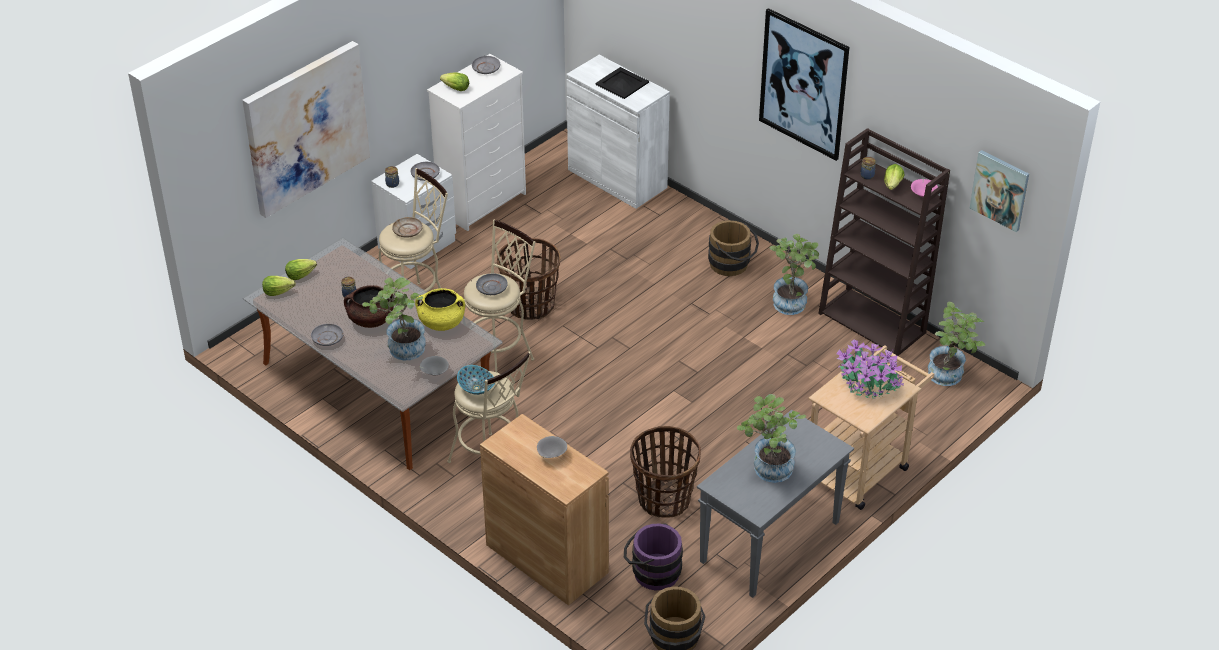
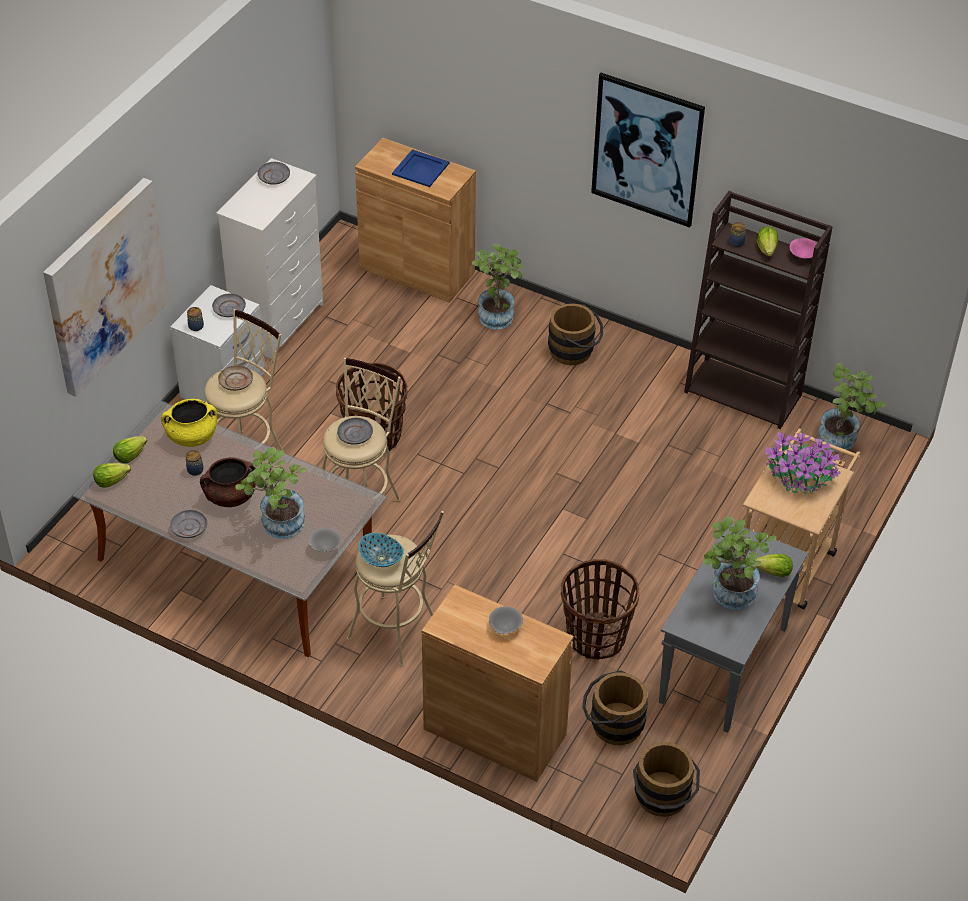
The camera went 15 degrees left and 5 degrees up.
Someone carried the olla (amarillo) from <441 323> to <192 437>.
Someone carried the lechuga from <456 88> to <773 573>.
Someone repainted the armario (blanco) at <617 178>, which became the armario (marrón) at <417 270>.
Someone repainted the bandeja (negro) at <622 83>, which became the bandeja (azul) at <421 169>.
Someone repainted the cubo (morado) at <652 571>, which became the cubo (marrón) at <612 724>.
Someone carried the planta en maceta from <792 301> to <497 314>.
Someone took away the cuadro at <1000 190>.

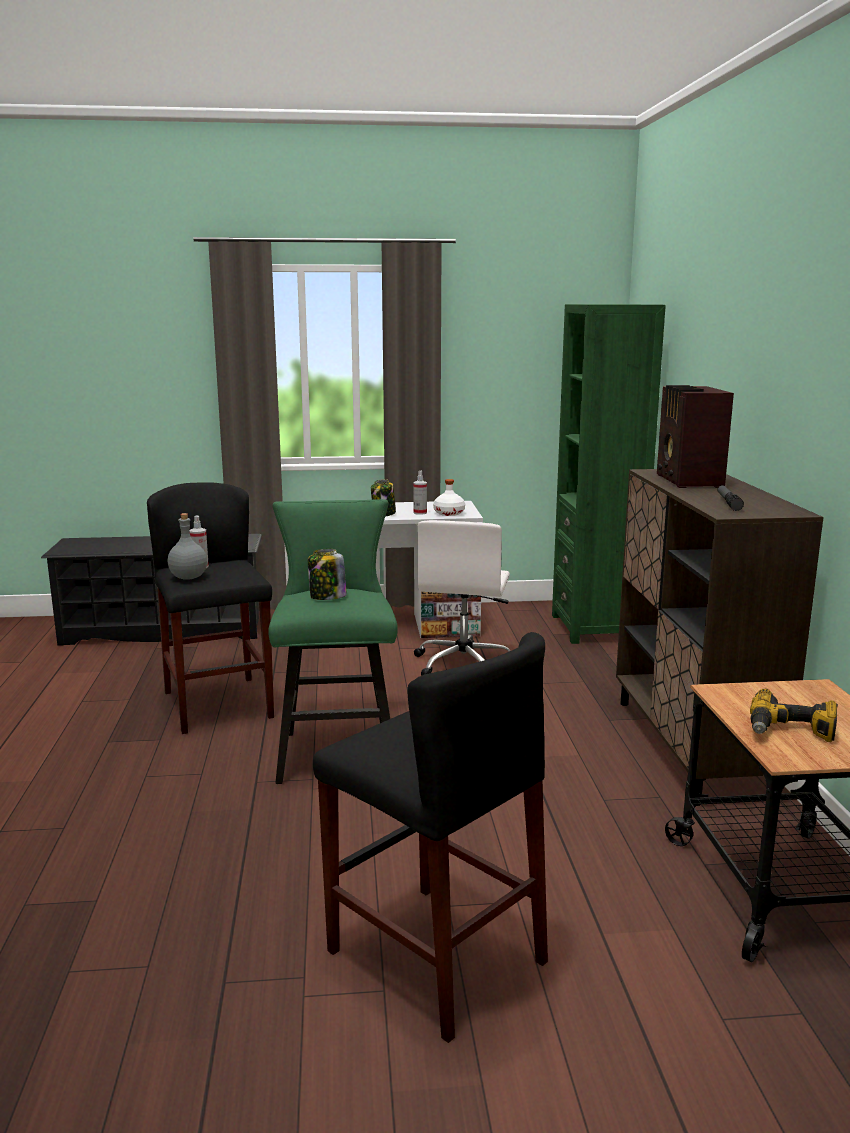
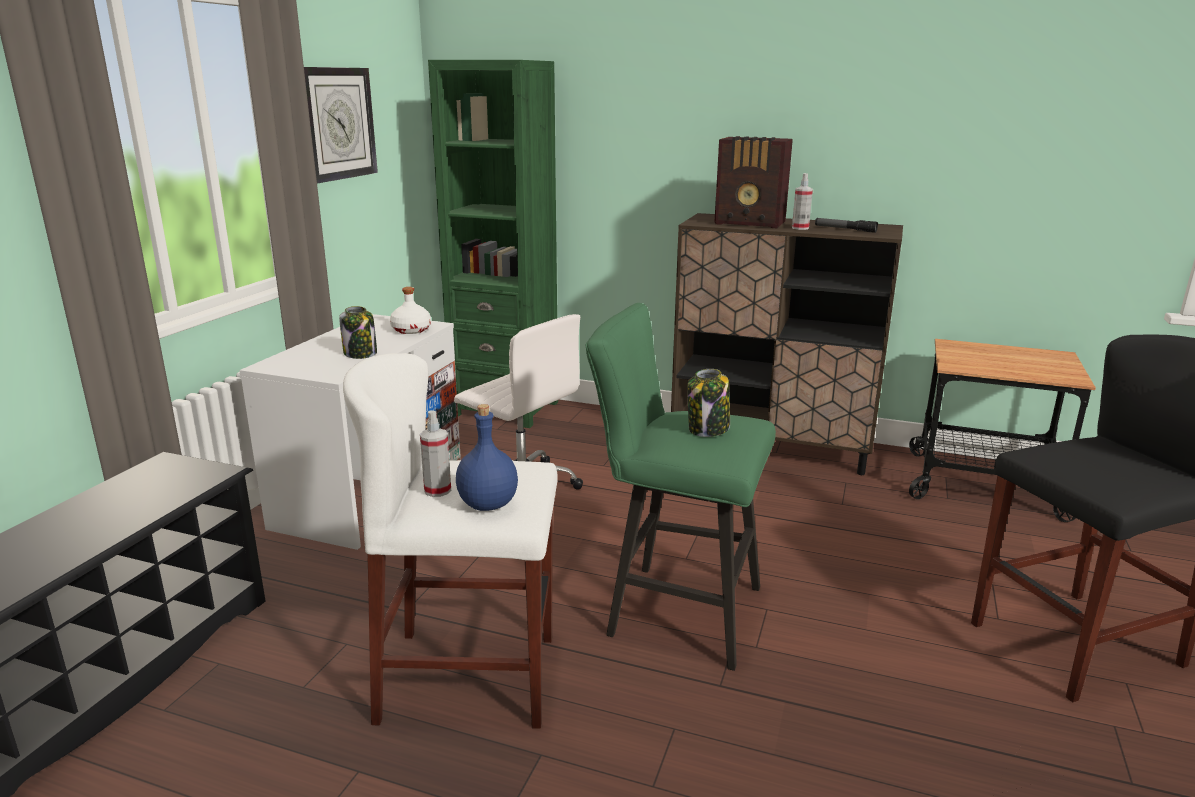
The camera went 65 degrees left and 5 degrees up.
Someone repainted the taburete (negro) at <218 704>, which became the taburete (blanco) at <469 678>.
Someone repainted the botella (gris) at <189 577>, which became the botella (azul) at <488 504>.
Someone carried the pulverizador from <420 513> to <800 228>.
Someone took away the taladro at <790 731>.
Someone put up the reloj de pared at <337 123>.

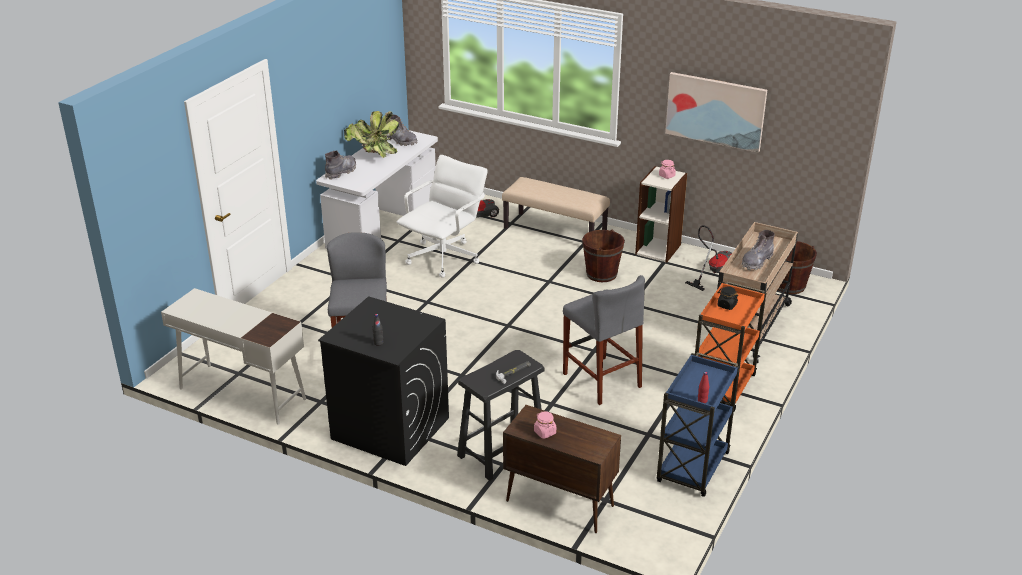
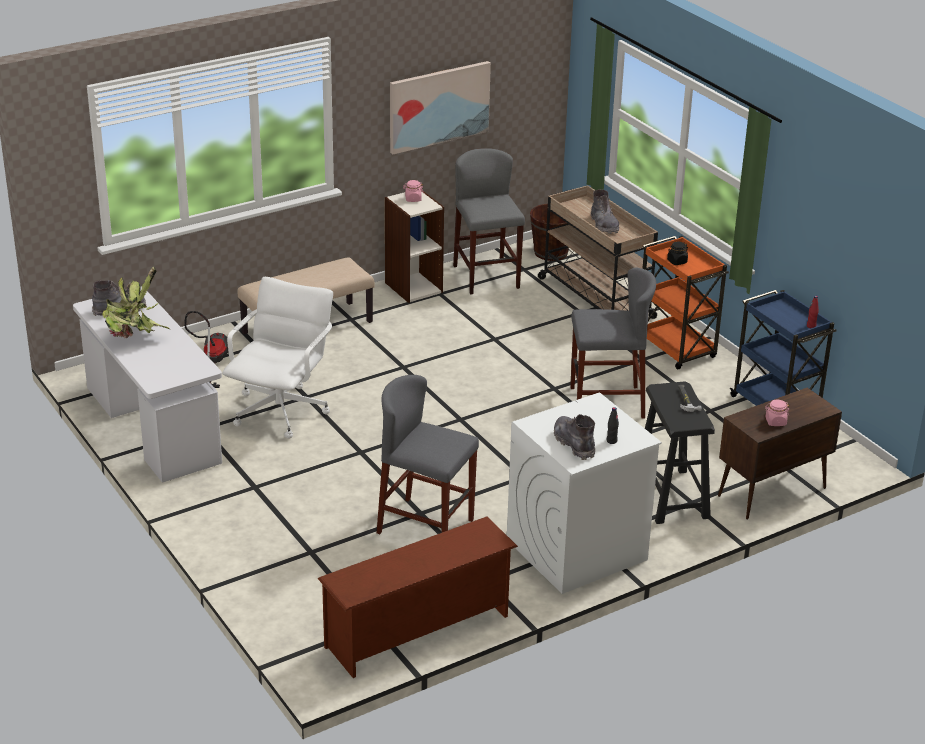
The camera went 60 degrees left and 0 degrees up.
Someone swapped the escritorio (blanco) at <241 393> for the zapatero (marrón) at <418 632>.
Someone repainted the lavadora (negro) at <389 428>, which became the lavadora (blanco) at <576 550>.
Someone carried the bota (gris) from <341 172> to <574 444>.
Someone rotated the silla de oficina (blanco) at <444 258> by 45 degrees clockwise.
Someone took away the cubo (marrón) at <601 274>.
Someone swapped the aspiradora at <713 271> for the taburete (gris) at <486 277>.

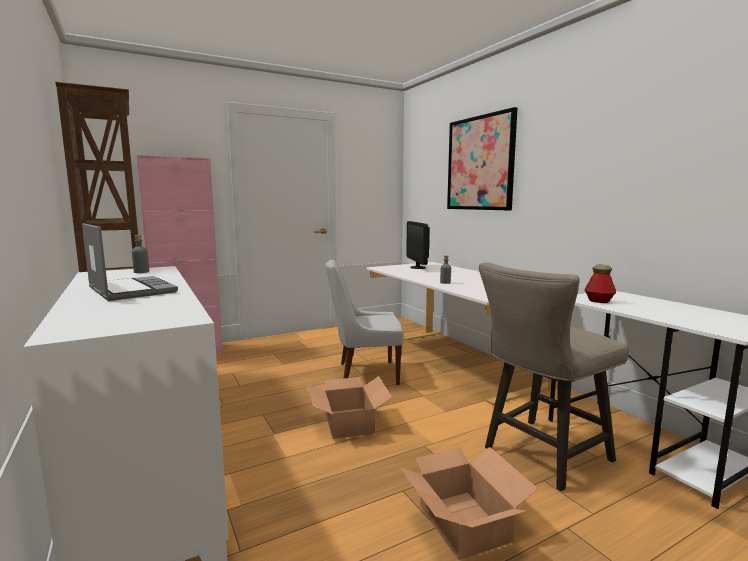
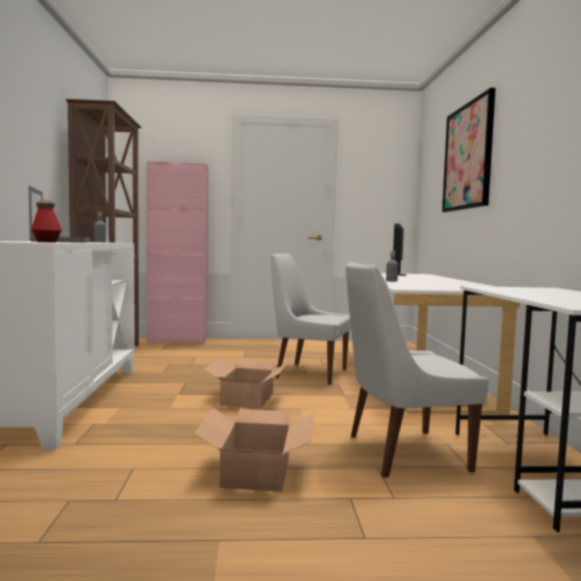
The camera went 25 degrees right and 5 degrees down.
Someone swapped the taburete (beis) at <540 456> for the silla (blanco) at <402 453>.
Someone carried the botella from <599 301> to <46 242>.

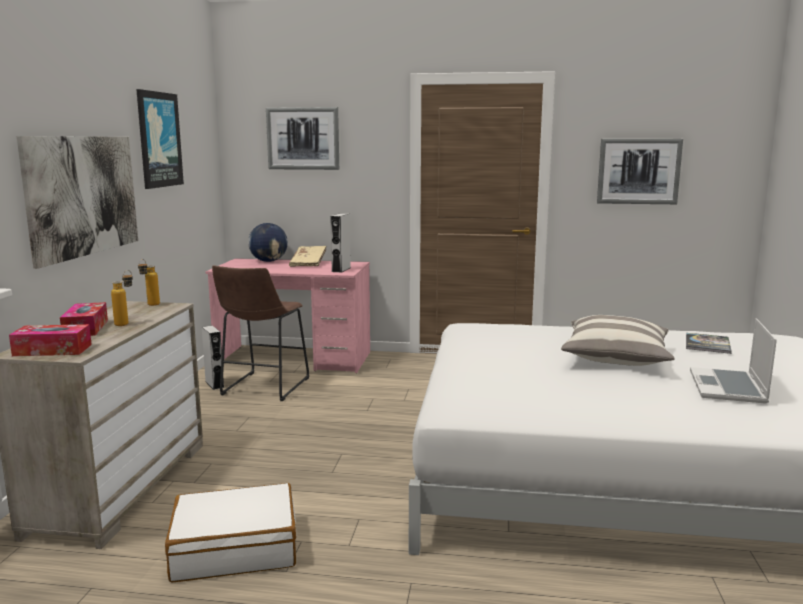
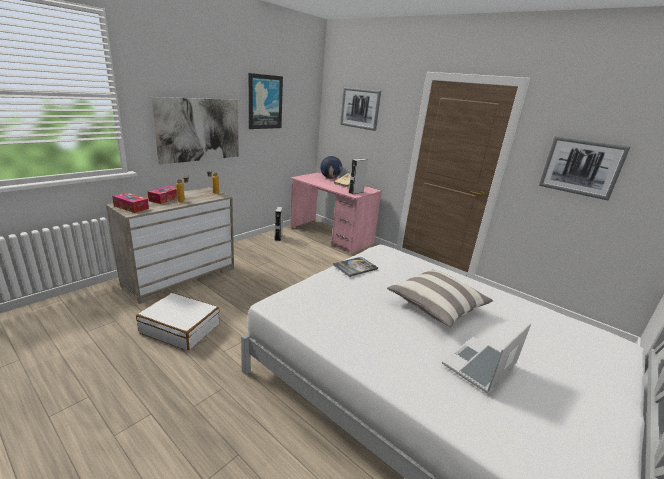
The camera went 30 degrees right and 10 degrees up.
Someone took away the taburete (marrón) at <263 388>.
Someone carried the libro from <707 344> to <355 267>.

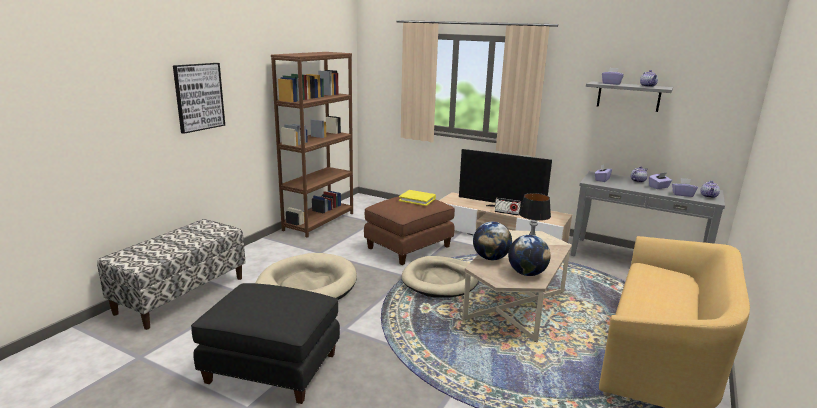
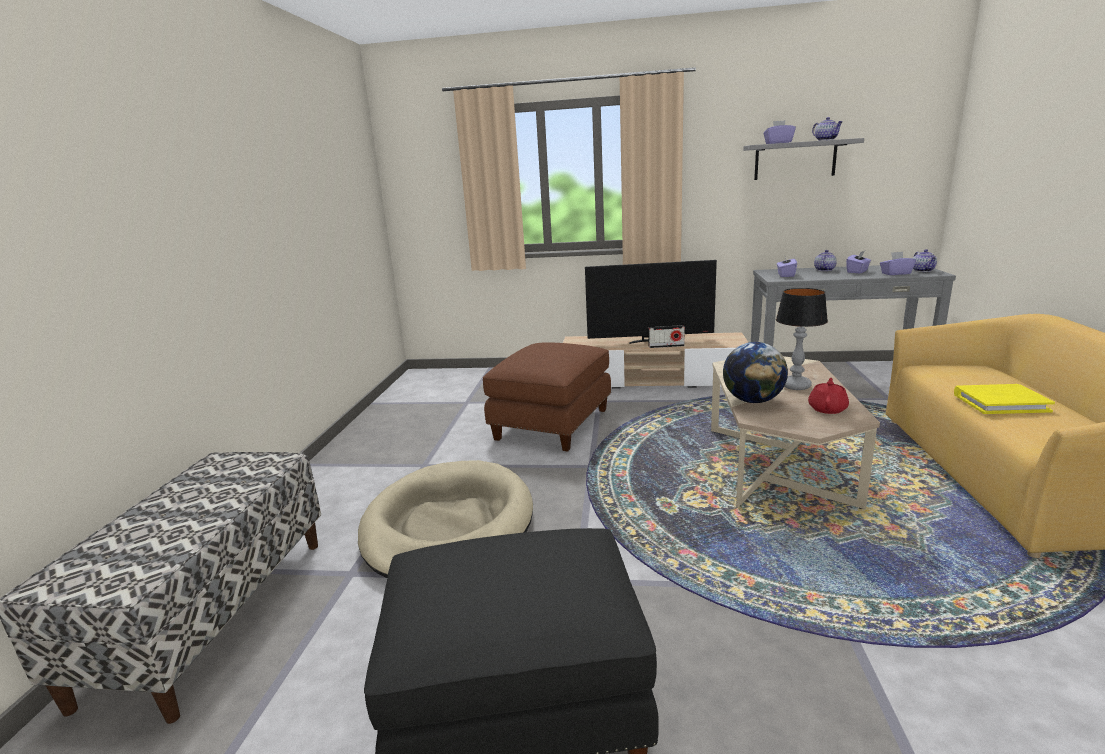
The camera went 20 degrees left and 0 degrees up.
Someone took away the cuadro at <199 97>.
Someone took away the estantería (marrón) at <319 221>.
Someone carried the libro (amarillo) from <417 199> to <1000 402>.
Someone took away the cama para perro (beis) at <440 280>.
Someone swapped the globo terráqueo at <527 273> for the tetera (rojo) at <827 408>.

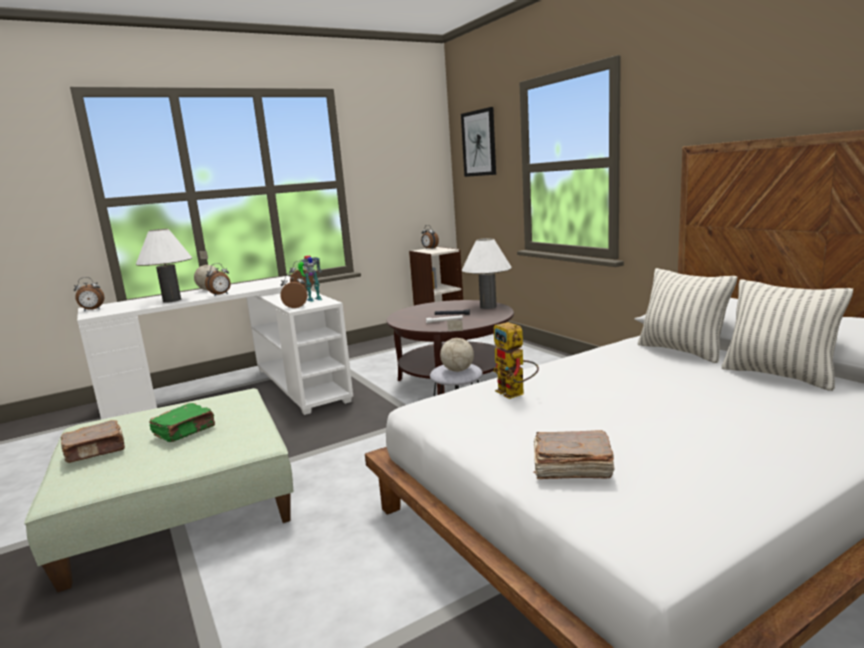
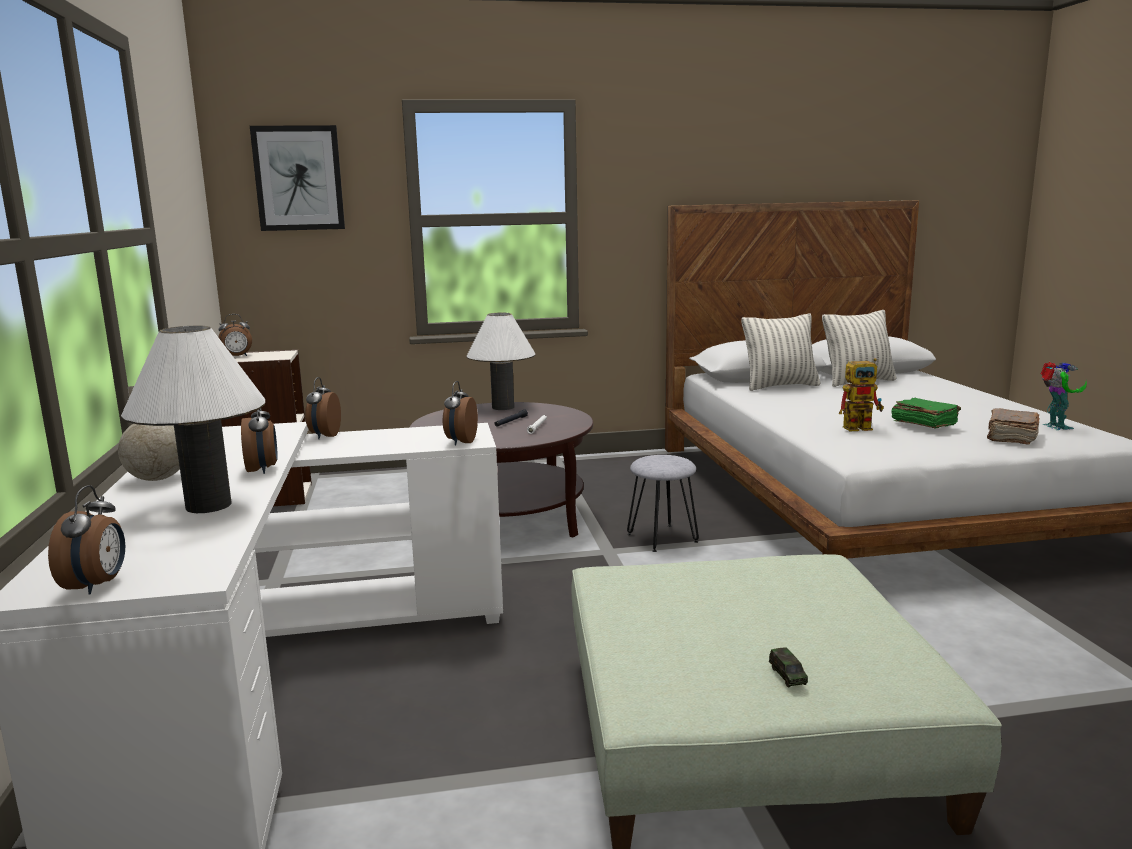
The camera went 70 degrees left and 0 degrees up.
Someone swapped the libro (marrón) at <96 451> for the coche de juguete at <787 675>.
Someone carried the libro (verde) from <185 431> to <923 423>.
Someone carried the robot de juguete from <313 299> to <1056 427>.
Someone took away the globo terráqueo at <457 370>.

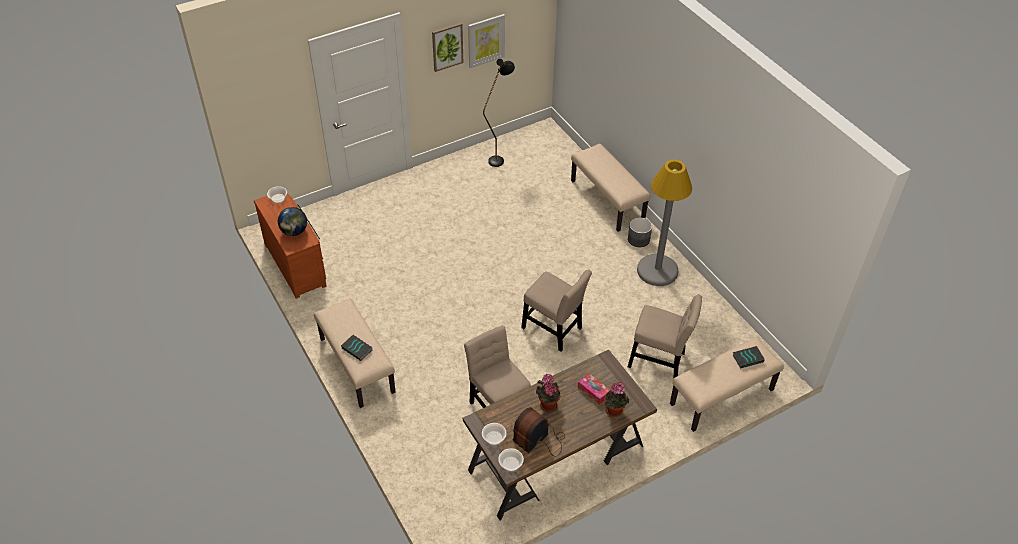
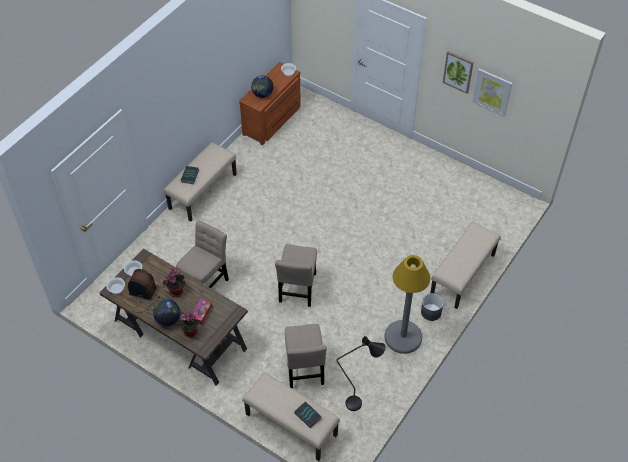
The camera went 65 degrees right and 5 degrees up.
Someone carried the lámpara de pie (negro) from <499 158> to <360 404>.
Someone put down the globo terráqueo at <168 320>.

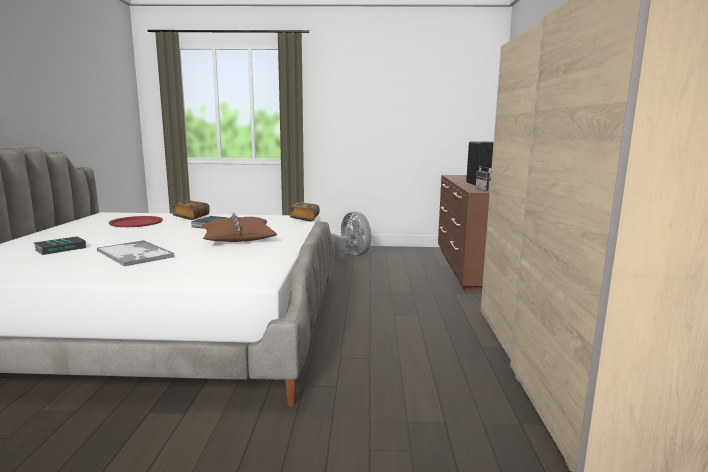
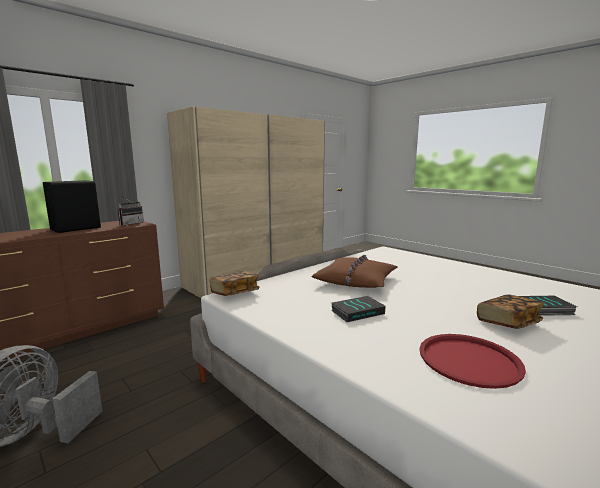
The camera went 135 degrees left and 0 degrees up.
Someone took away the bandeja at <135 254>.
Someone carried the libro from <191 217> to <508 323>.

